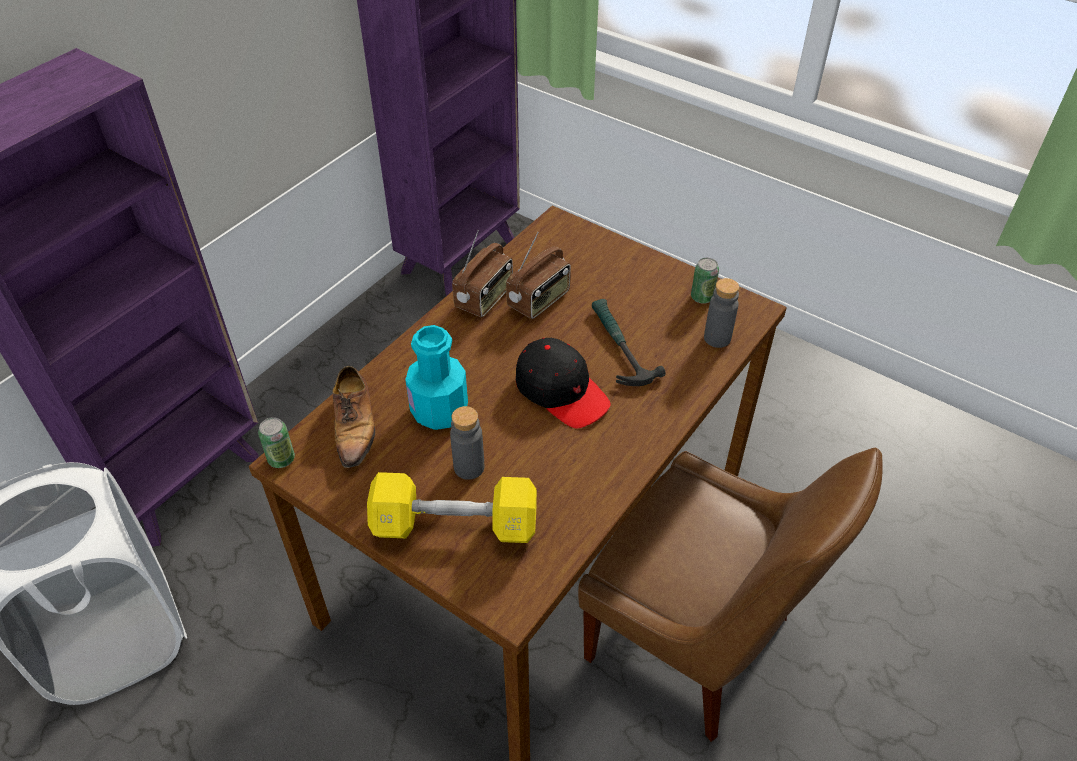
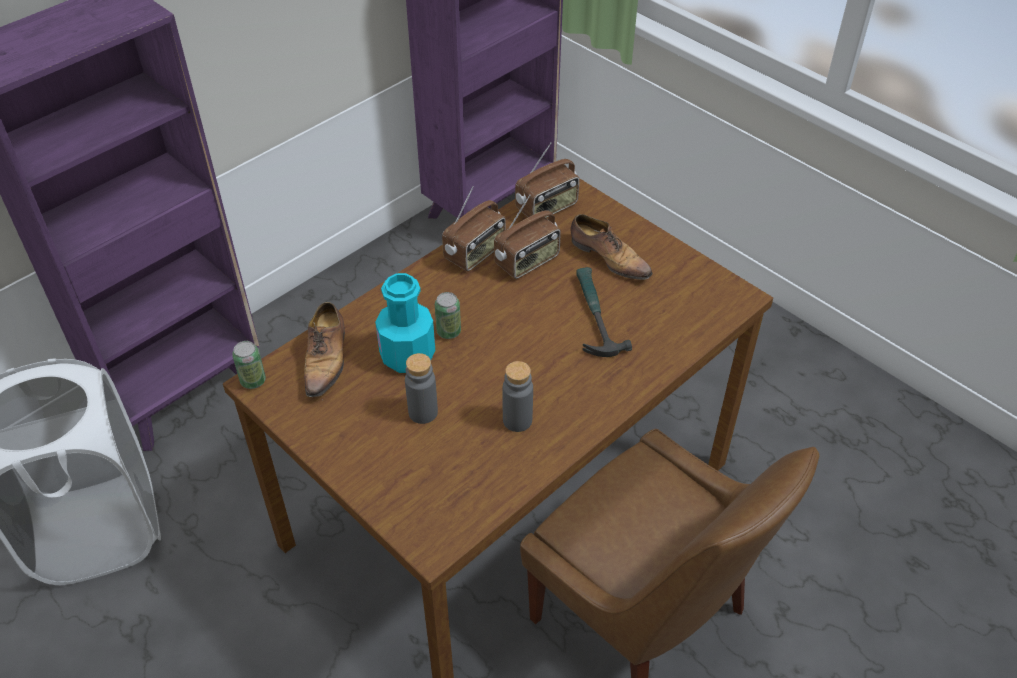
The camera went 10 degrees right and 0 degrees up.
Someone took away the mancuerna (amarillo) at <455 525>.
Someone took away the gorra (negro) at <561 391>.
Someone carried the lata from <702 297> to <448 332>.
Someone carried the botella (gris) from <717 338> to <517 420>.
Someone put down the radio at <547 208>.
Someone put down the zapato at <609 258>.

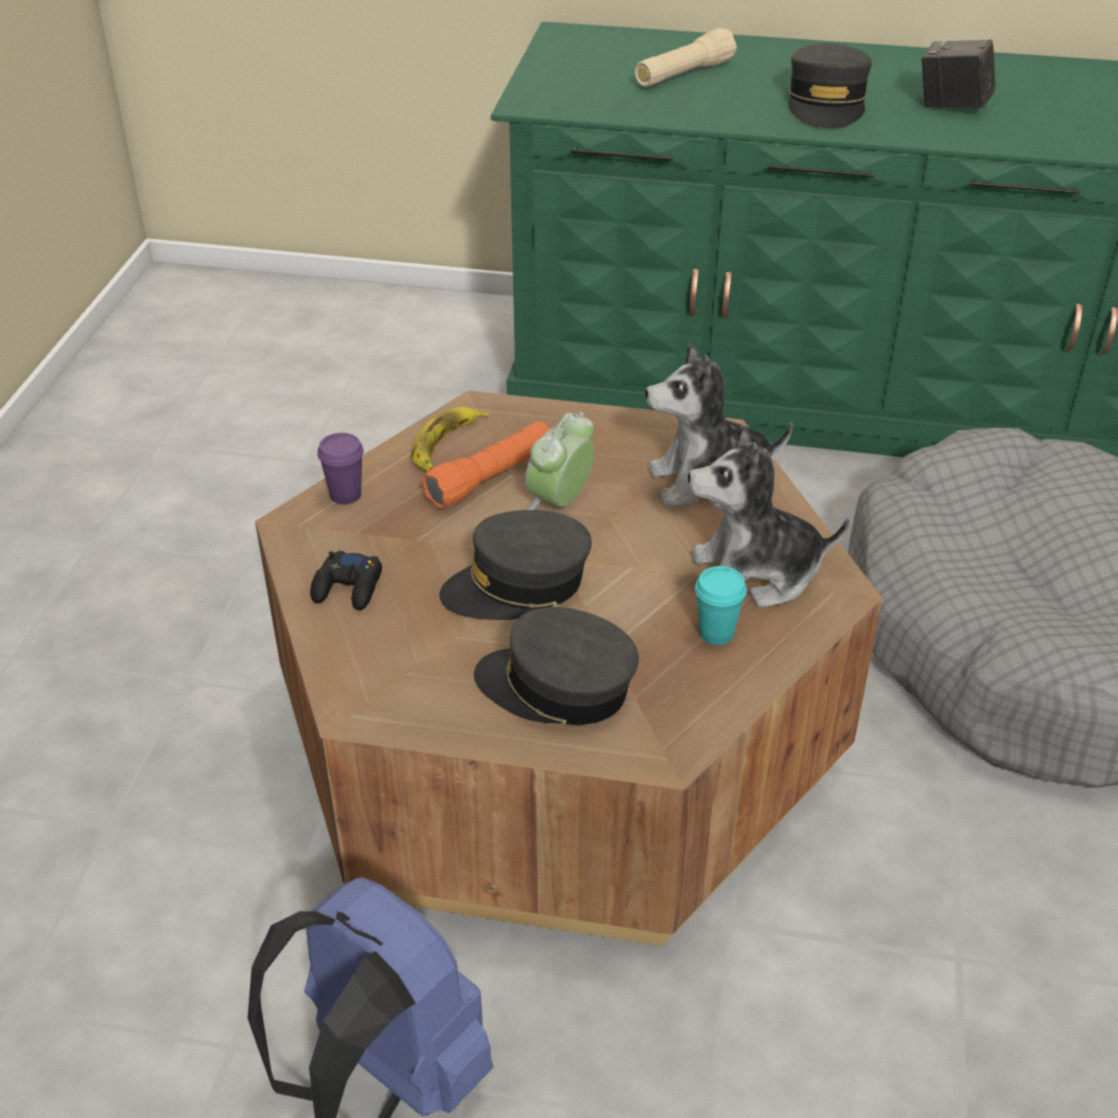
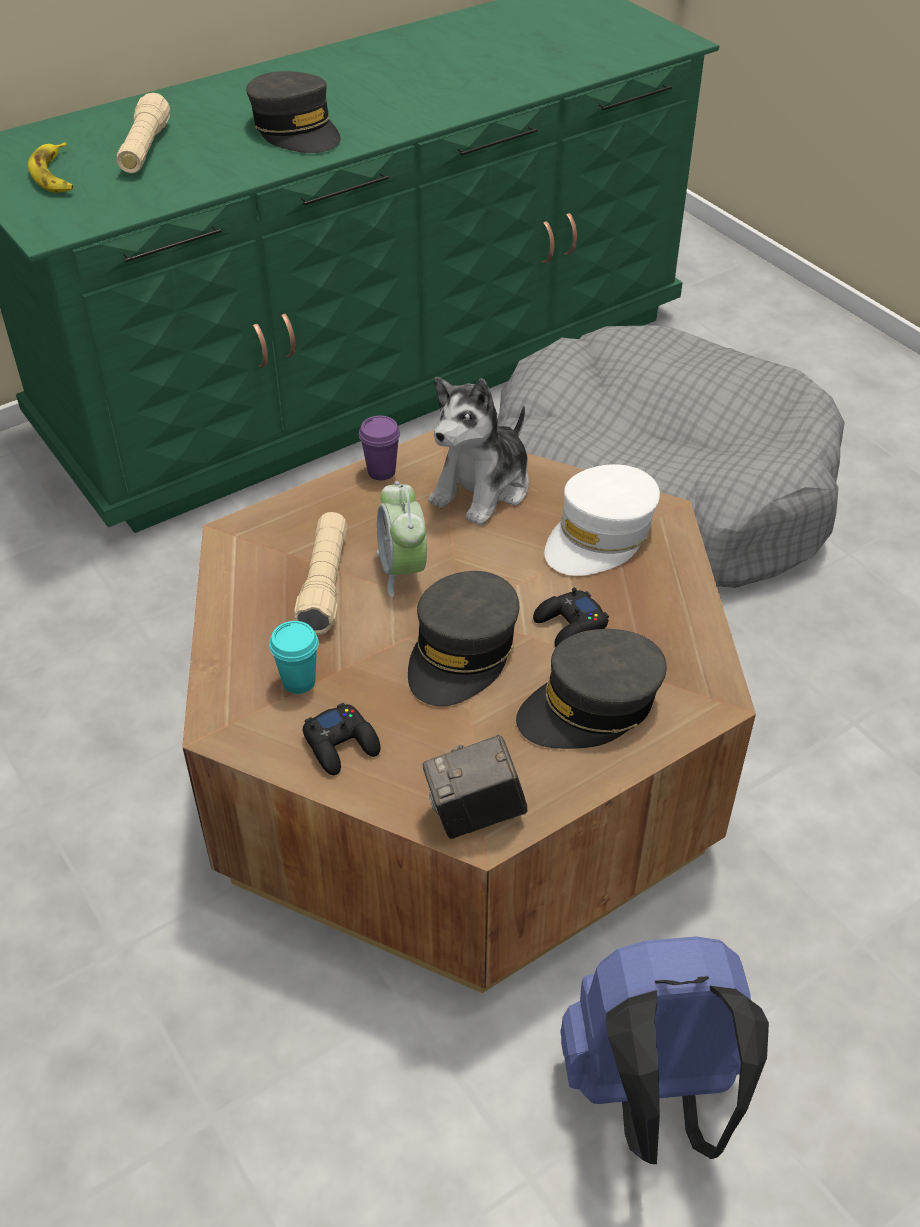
The camera went 45 degrees left and 5 degrees up.
Someone carried the taza (morado) from <345 495> to <381 472>.
Someone carried the plátano from <445 445> to <55 175>.
Someone repainted the linterna (naranja) at <491 478>, which became the linterna (beis) at <325 584>.
Someone swapped the peluche at <755 574> for the gorra (blanco) at <600 536>.
Someone carried the taza (turquesa) from <716 633> to <298 682>.
Someone carried the cámara from <952 106> to <475 815>.
Someone put down the mando de consola (negro) at <570 626>.

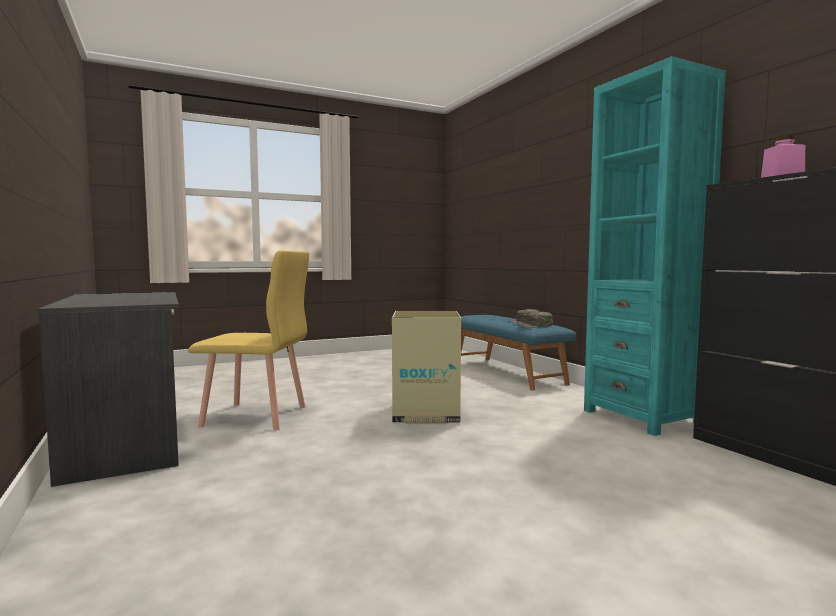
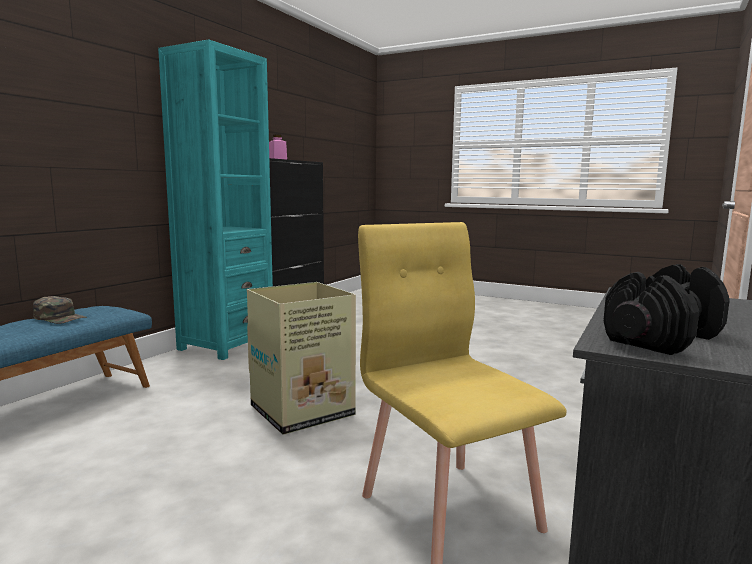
The camera went 125 degrees left and 5 degrees up.
Someone took away the gorra (verde) at <535 326>.
Someone put down the mancuerna (negro) at <662 338>.

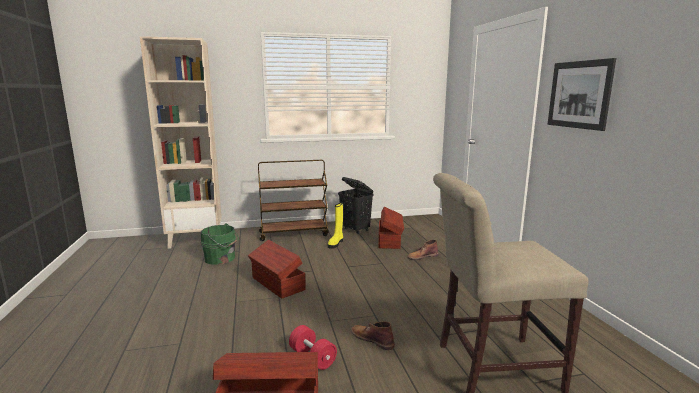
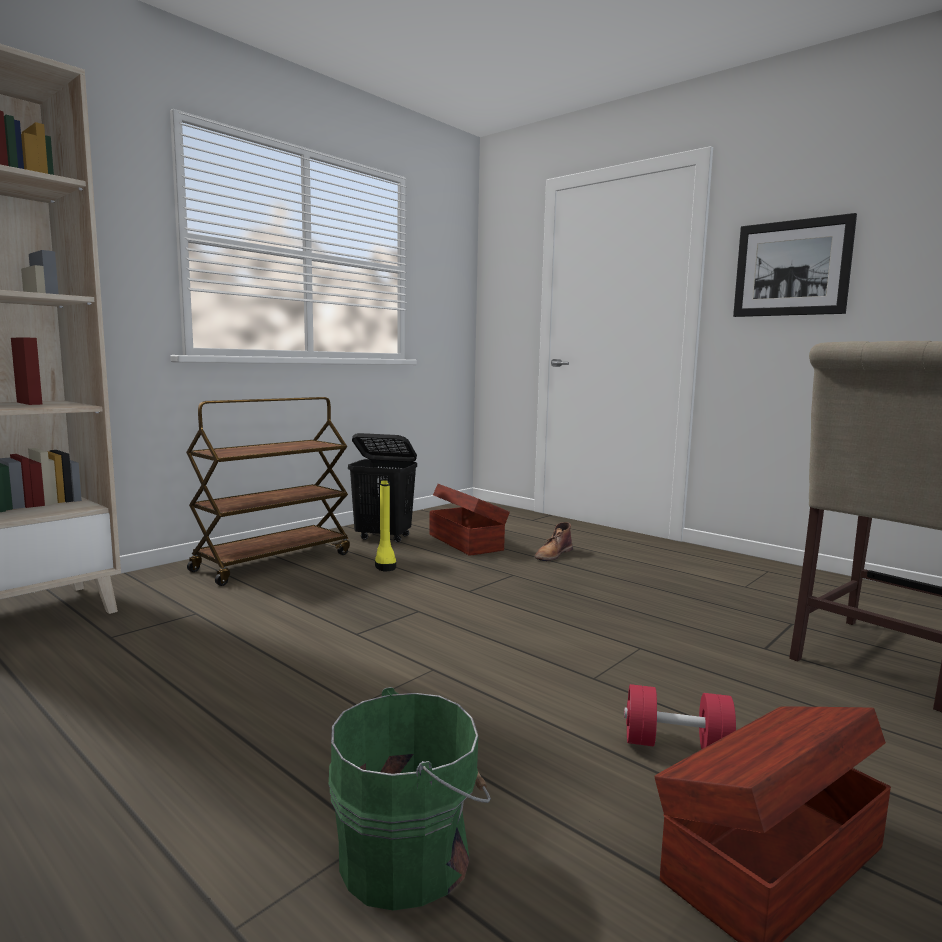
The camera went 35 degrees left and 5 degrees down.
Someone carried the cubo (verde) from <221 259> to <410 855>.
Someone took away the caja de almacenaje (marrón) at <277 284>.
Someone took away the bota (marrón) at <372 339>.

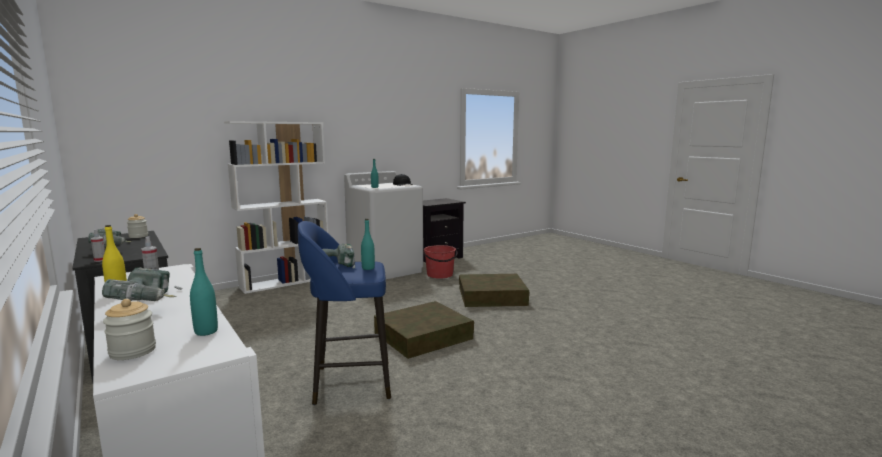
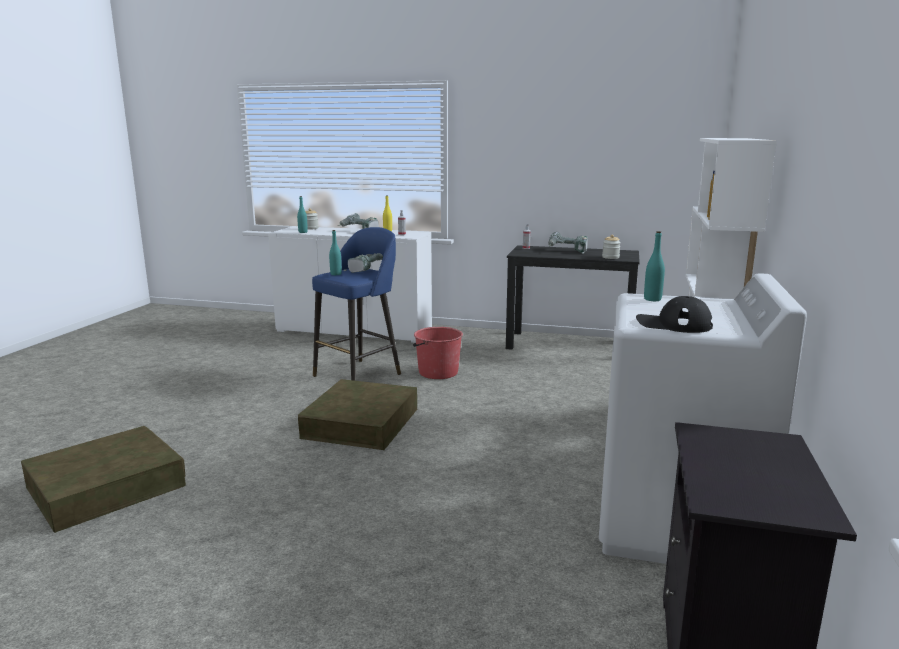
The camera went 140 degrees right and 5 degrees up.
Someone carried the cubo (rojo) from <440 275> to <437 372>.
Someone carried the caja de almacenaje (marrón) from <492 296> to <106 486>.

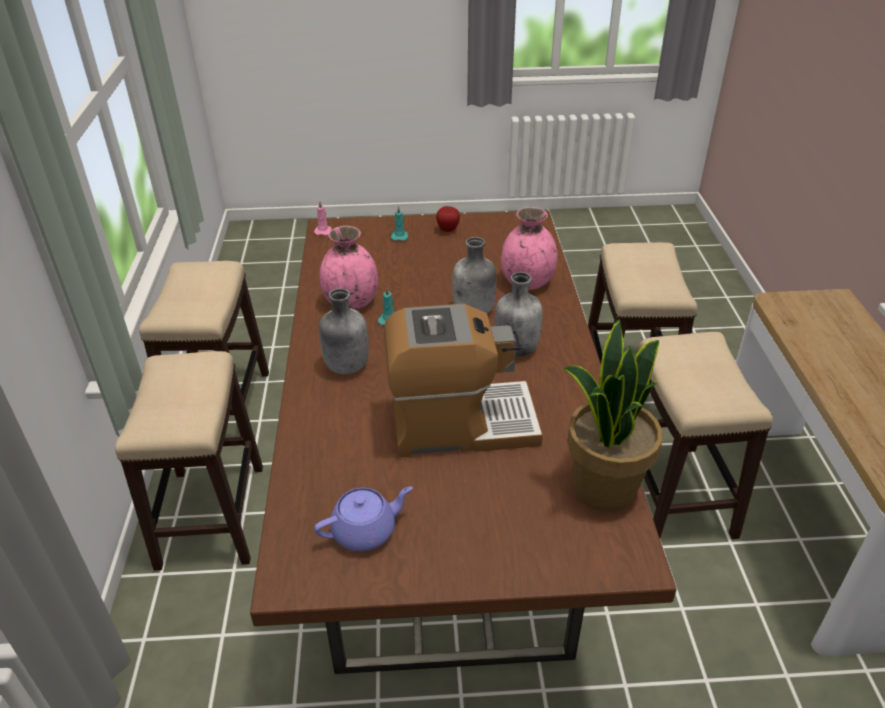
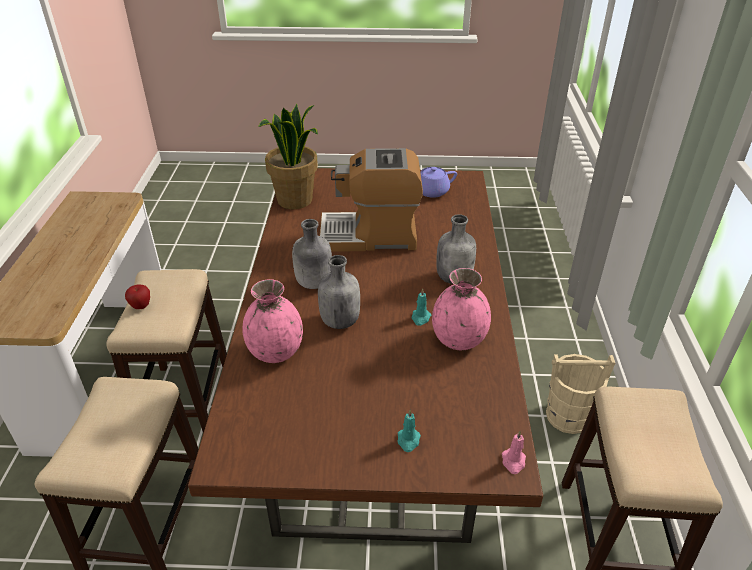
The camera went 175 degrees left and 0 degrees up.
Someone swapped the taburete at <212 514> for the cubo (beis) at <568 416>.
Someone carried the manzana from <448 230> to <141 306>.

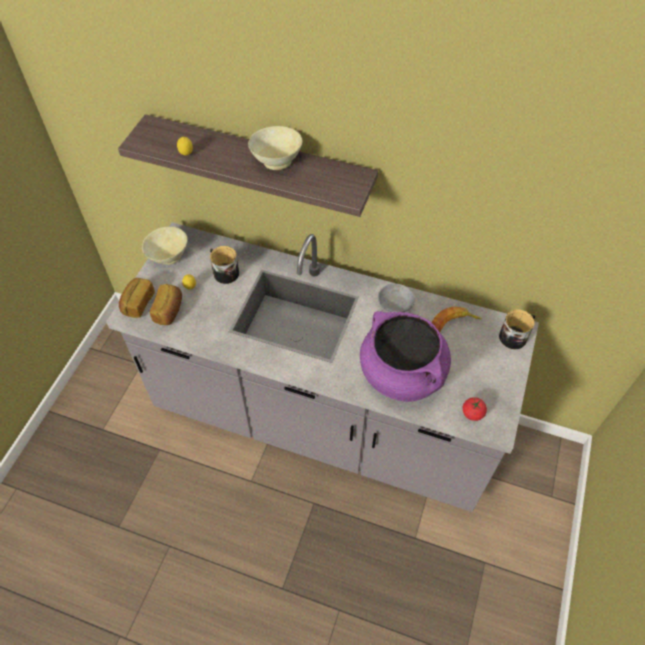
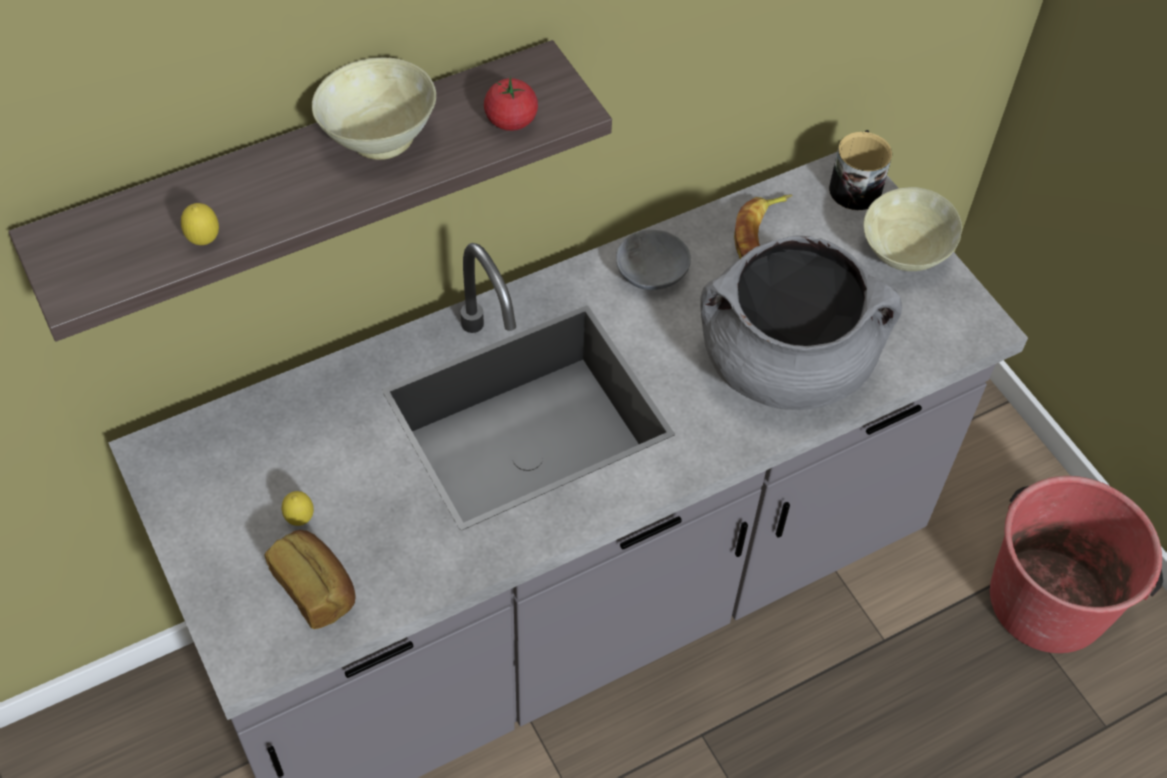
The camera went 50 degrees left and 0 degrees up.
Someone took away the pan at <137 303>.
Someone carried the cuenco (beis) from <168 256> to <902 254>.
Someone took away the taza grande at <224 272>.
Someone repainted the olla (morado) at <402 374>, which became the olla (gris) at <785 363>.
Someone carried the tomate from <472 413> to <511 120>.
Someone put down the cubo (rojo) at <1048 599>.

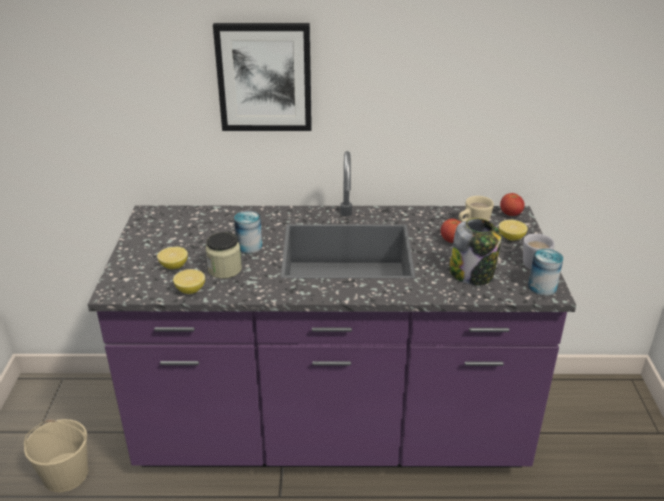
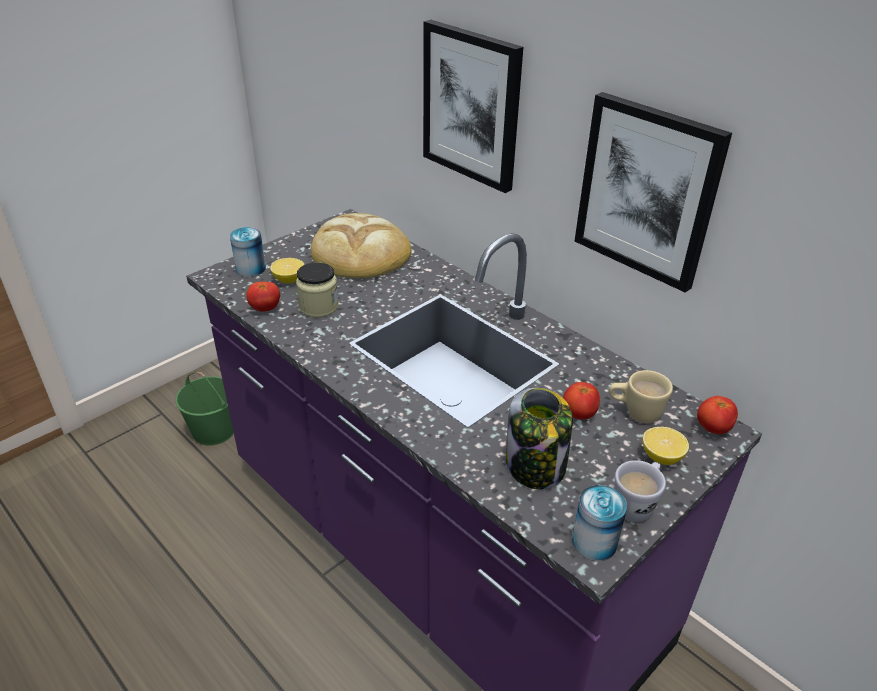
The camera went 45 degrees right and 5 degrees up.
Someone repainted the cubo (beis) at <66 474>, which became the cubo (verde) at <214 430>.
Someone swapped the limón at <190 290> for the tomate at <265 308>.
Someone carried the lata from <249 246> to <250 269>.
Someone put down the pan at <360 253>.
Someone put up the cuadro at <647 191>.

